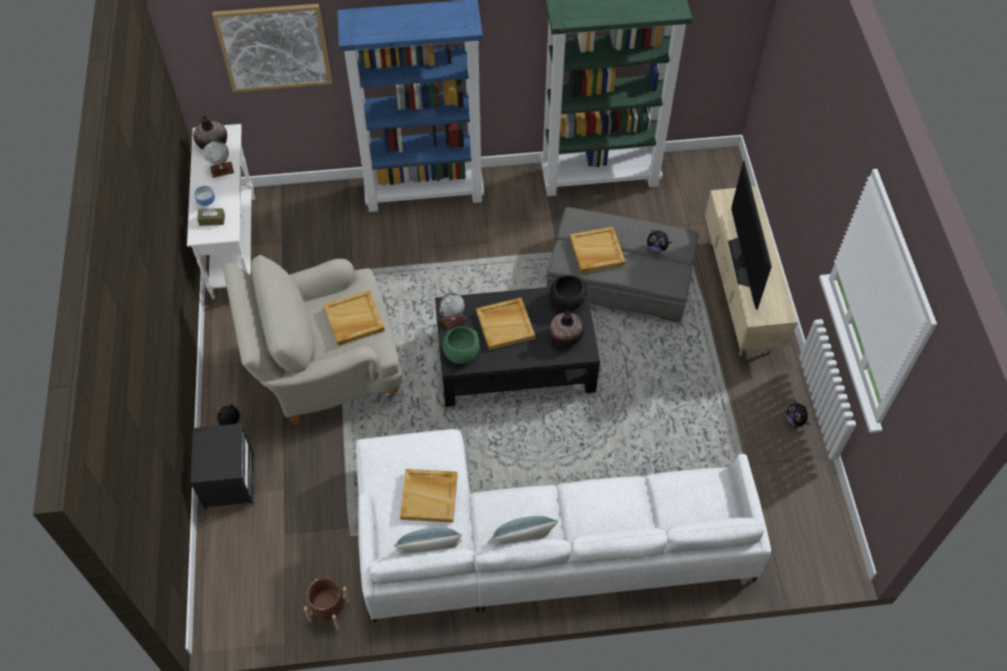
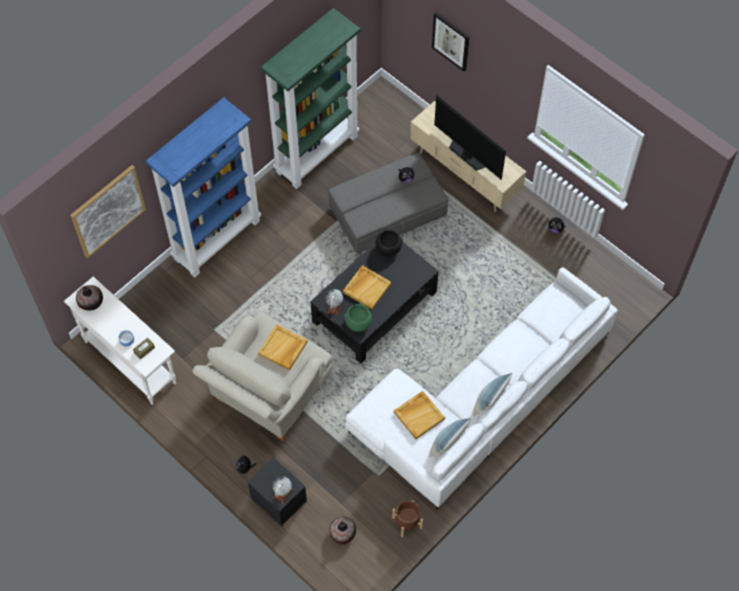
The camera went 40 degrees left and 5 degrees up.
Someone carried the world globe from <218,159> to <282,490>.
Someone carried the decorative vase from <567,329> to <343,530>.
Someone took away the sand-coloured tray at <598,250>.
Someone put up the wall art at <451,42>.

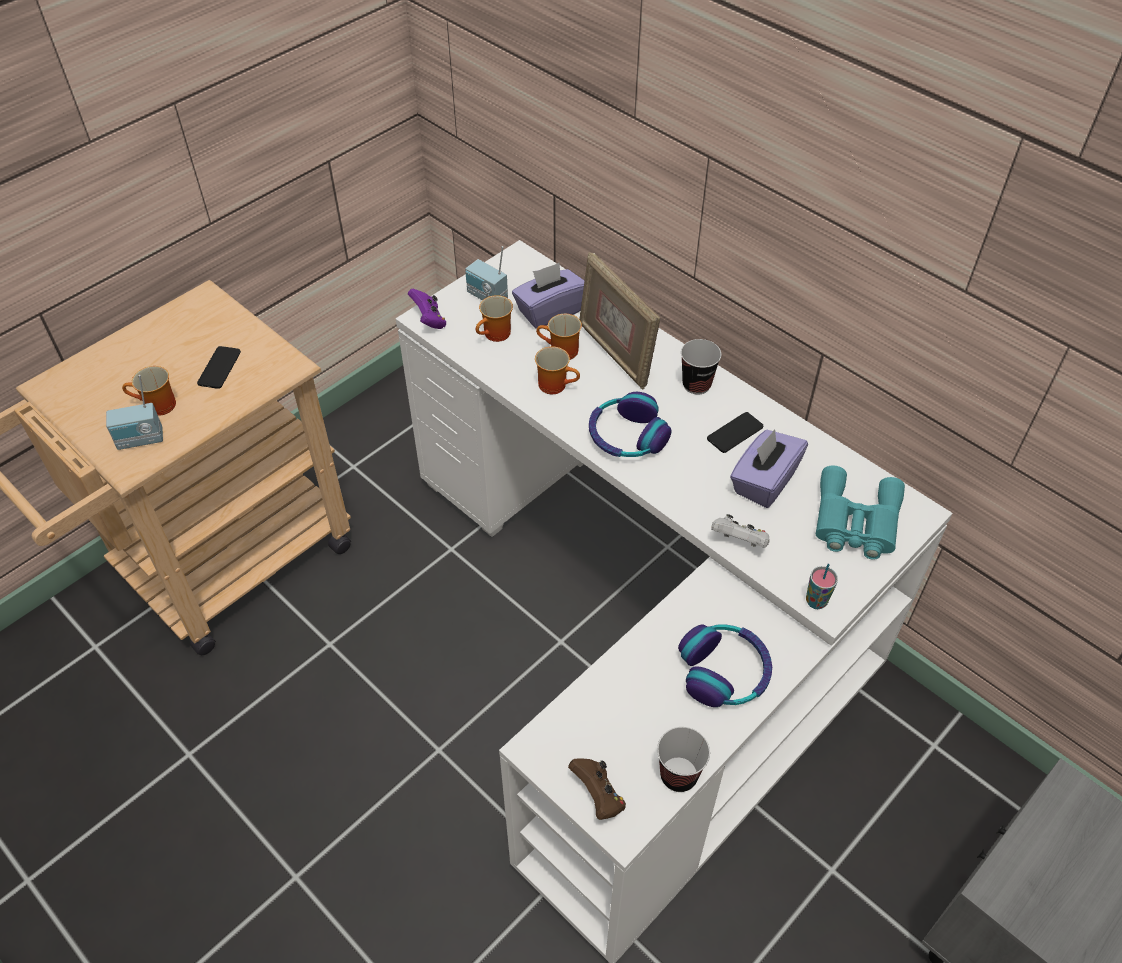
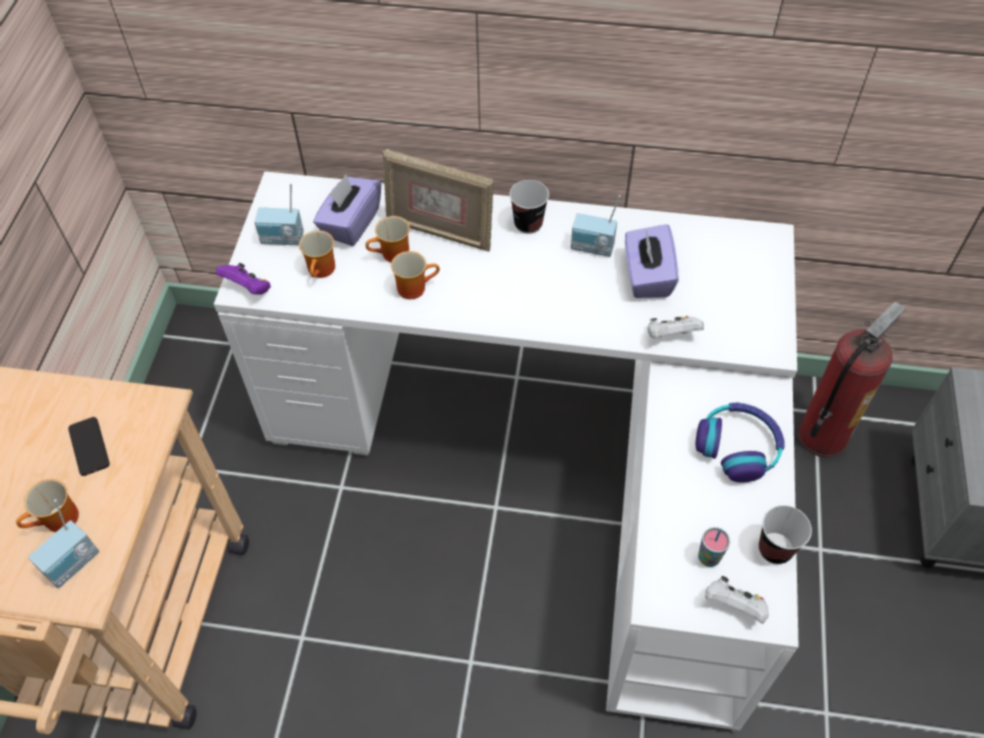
The camera went 35 degrees left and 5 degrees up.
Someone repainted the brown gamepad at <597,789>, which became the white-coloured gamepad at <737,599>.
Someone took away the headphones at <630,424>.
Someone swapped the phone at <735,432> for the radio set at <596,226>.
Someone carried the small cup from <822,586> to <714,547>.
Someone took away the blue-green pair of binoculars at <860,512>.
Someone put down the fire-fighting cylinder at <851,379>.

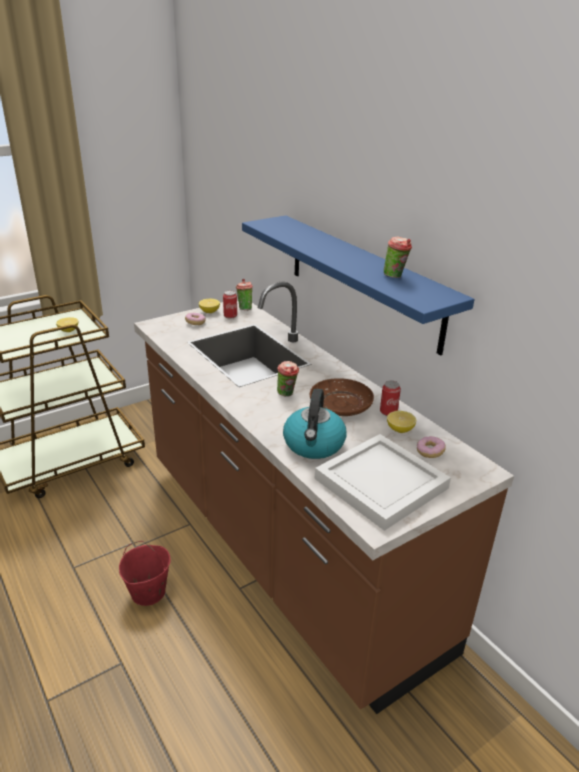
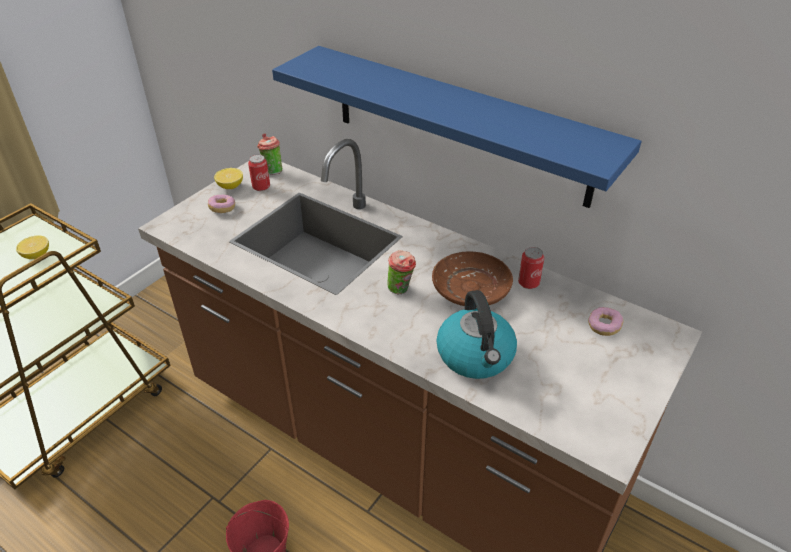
The camera went 20 degrees left and 10 degrees up.
Someone took away the white-coloured tray at <383,482>.
Someone took away the small cup at <398,257>.
Someone took away the lemon at <401,422>.

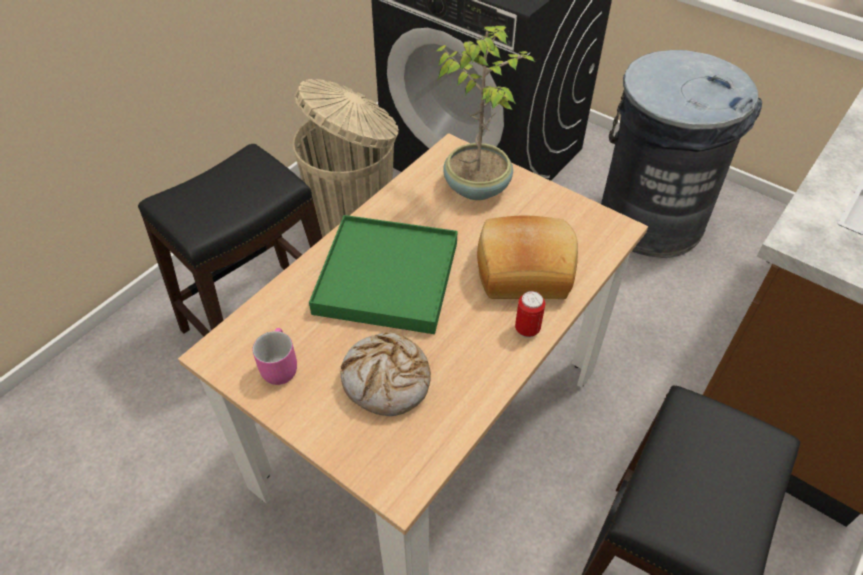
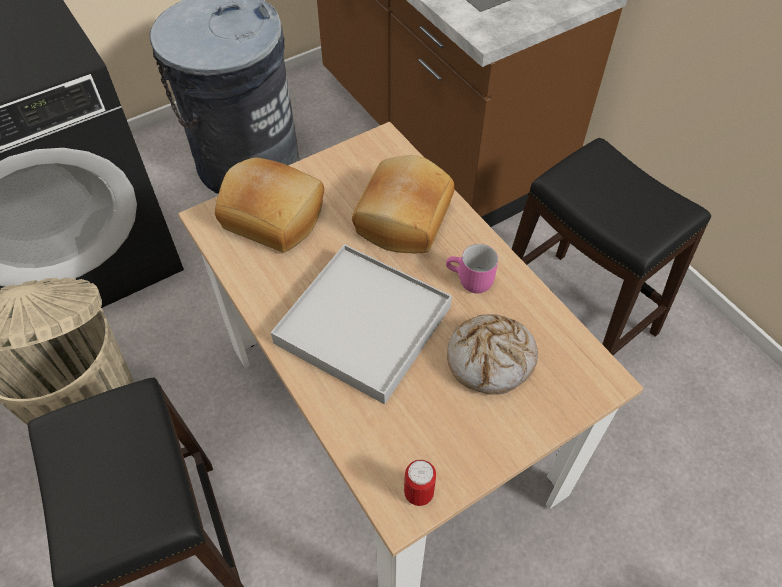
The camera went 70 degrees left and 5 degrees up.
Someone carried the pink-coloured coffee mug from <275,356> to <472,268>.
Someone repainted the green-coloured tray at <383,274>, which became the white-coloured tray at <361,324>.
Someone swapped the houseplant at <486,113> for the bread at <269,205>.
Someone carried the metal can from <530,314> to <420,483>.

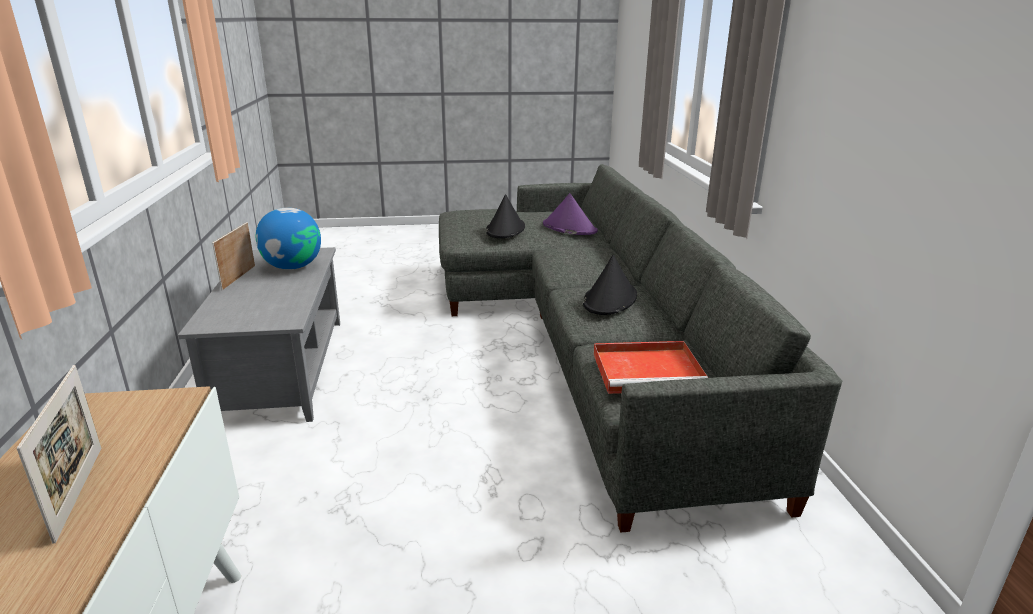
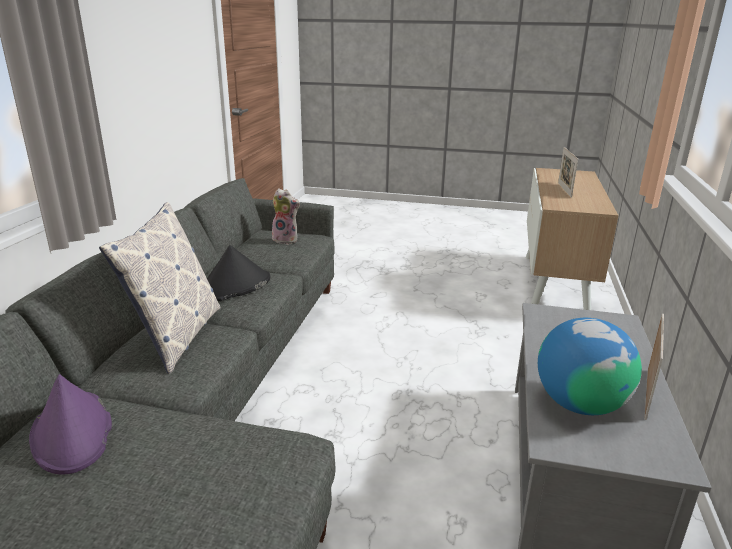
The camera went 160 degrees left and 0 degrees up.
Someone took away the black-coloured hat at <505,216>.
Someone swapped the red-coloured tray at <651,367> for the soft toy at <286,216>.
Someone put down the throw pillow at <160,288>.

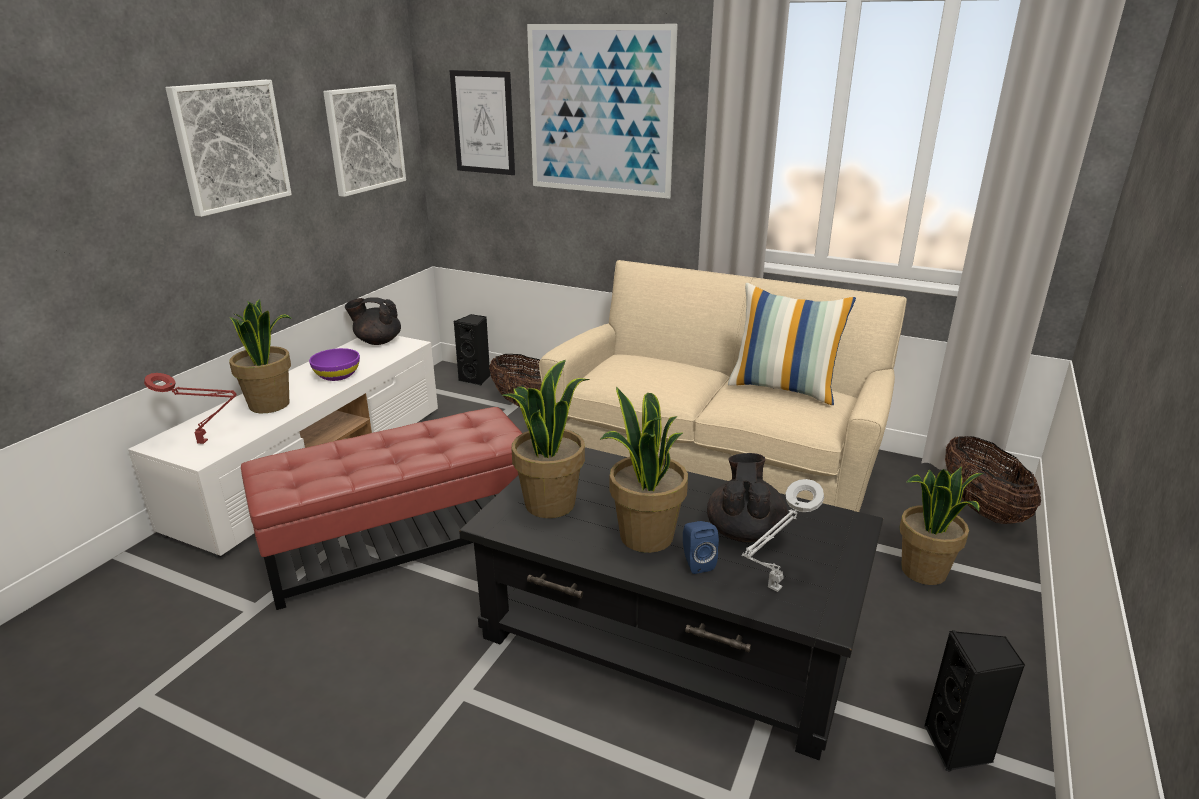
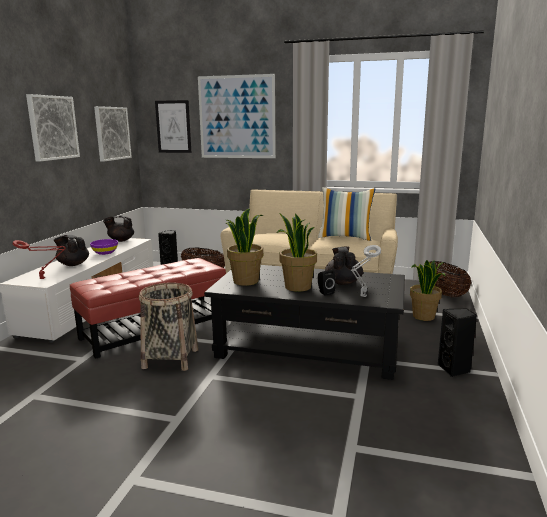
The camera went 10 degrees left and 10 degrees down.
Someone swapped the houseplant at <260,356> for the black-coloured tea pot at <71,250>.
Someone repainted the bluish speaker at <701,547>, which became the black-coloured speaker at <327,283>.
Someone put down the household basket at <168,326>.

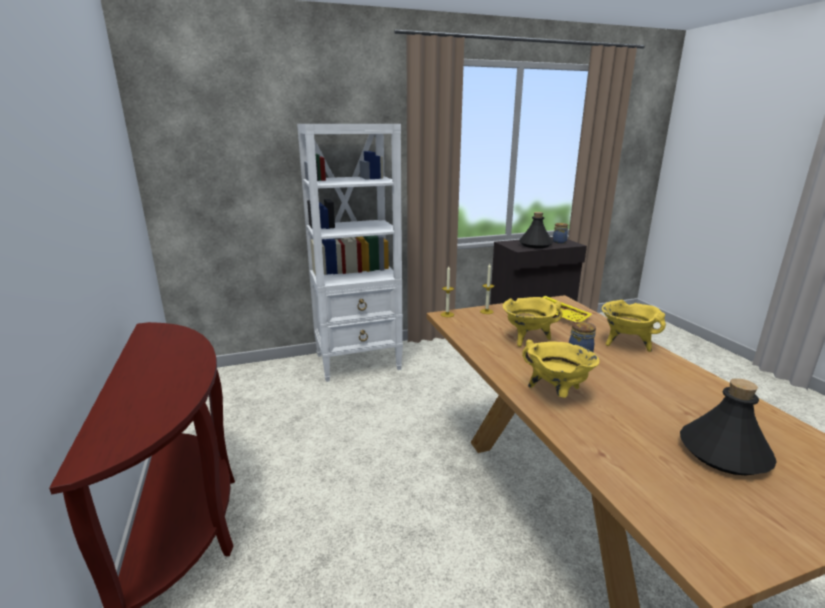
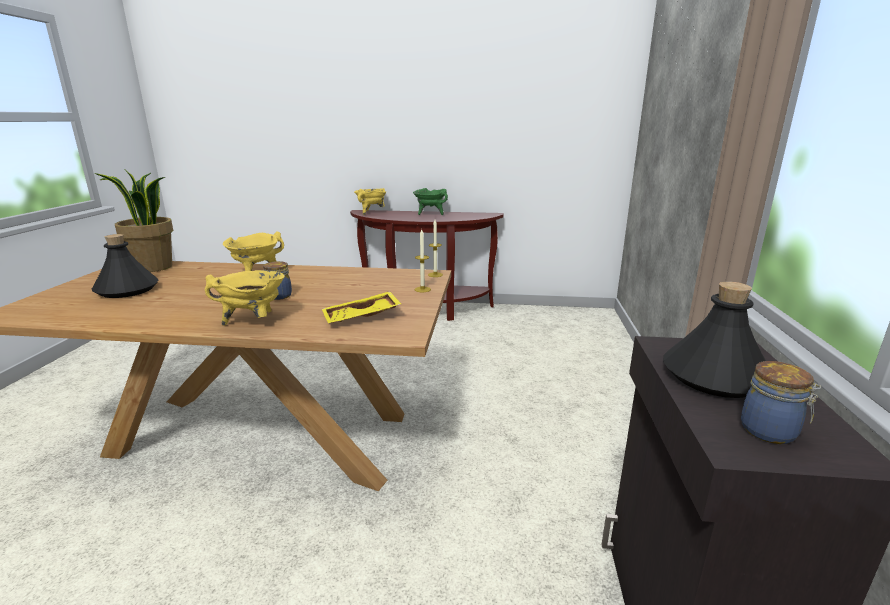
The camera went 115 degrees right and 0 degrees up.
Someone took away the white-coloured bookshelf at <350,253>.
Someone carried the yellow cooking pot from <533,322> to <370,201>.
Someone put down the houseplant at <133,220>.
Someone put down the green-coloured cooking pot at <430,201>.

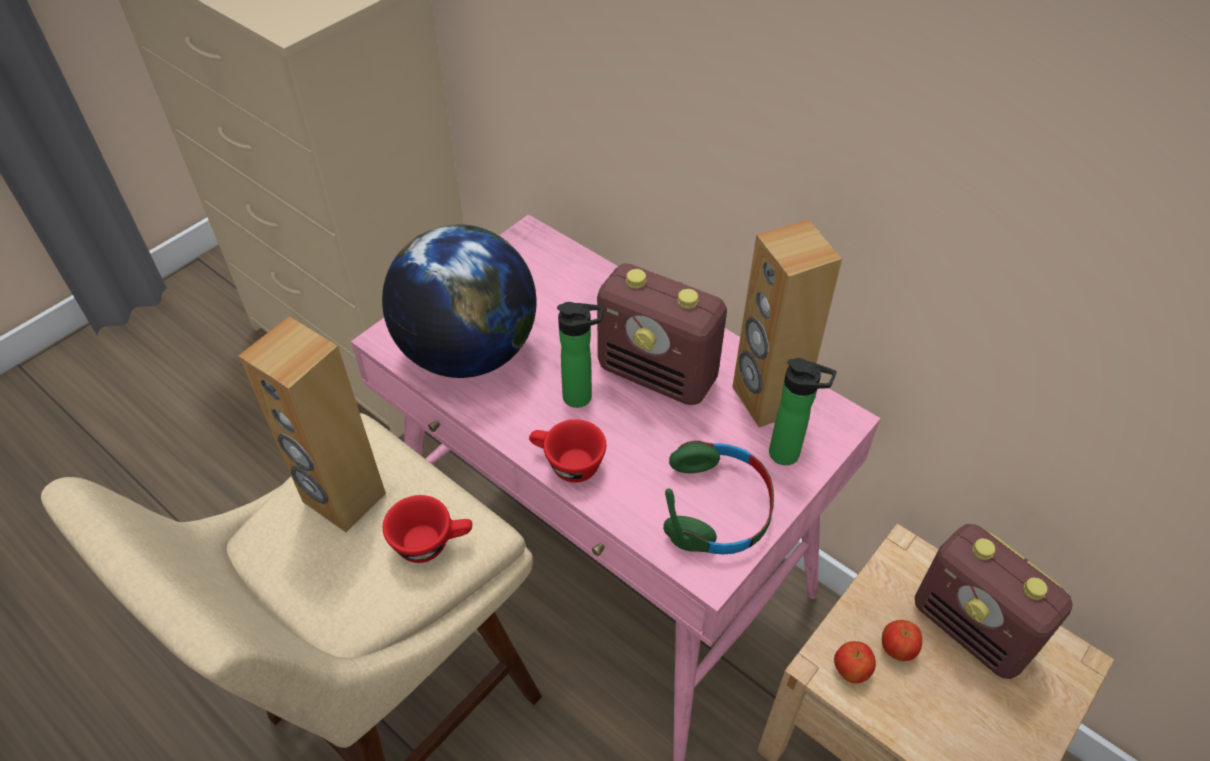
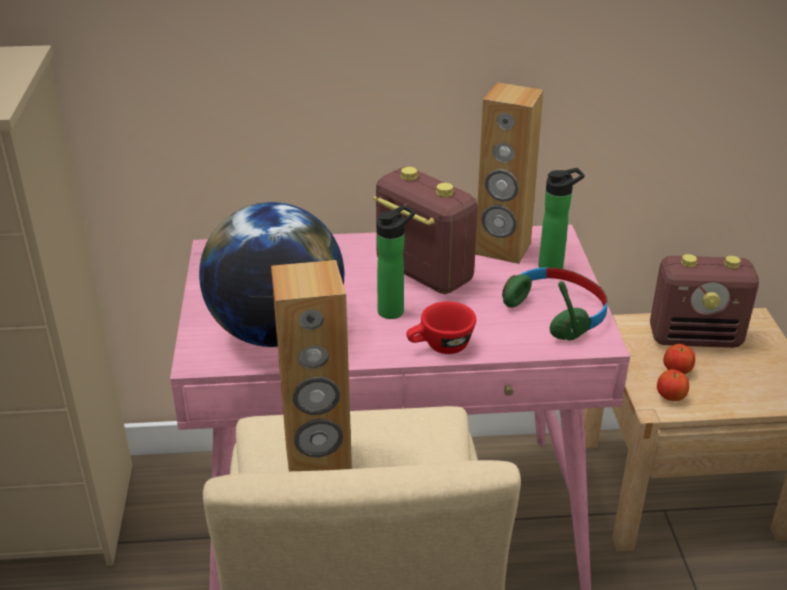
The camera went 45 degrees left and 15 degrees down.
Someone took away the red-coloured small cup at <427,529>.
Someone rotated the radio set at <662,334> by 120 degrees counterclockwise.

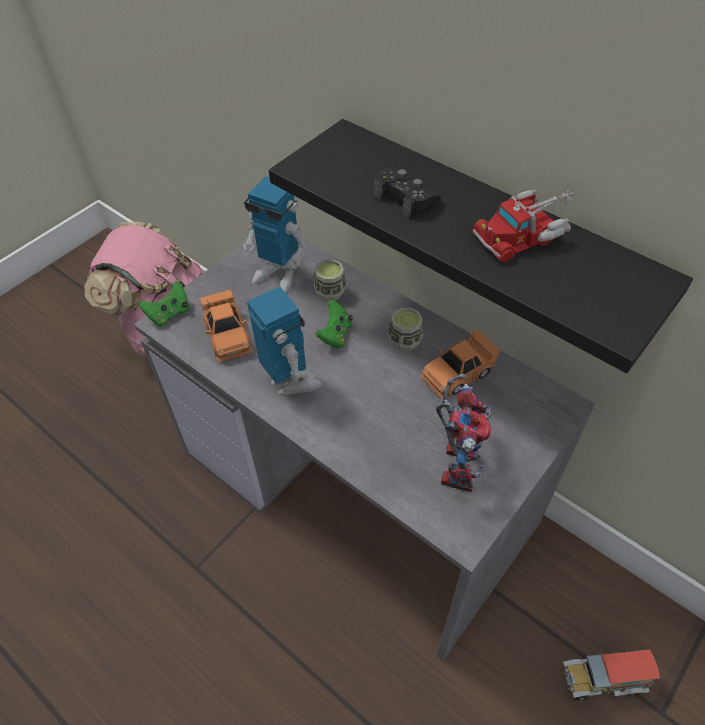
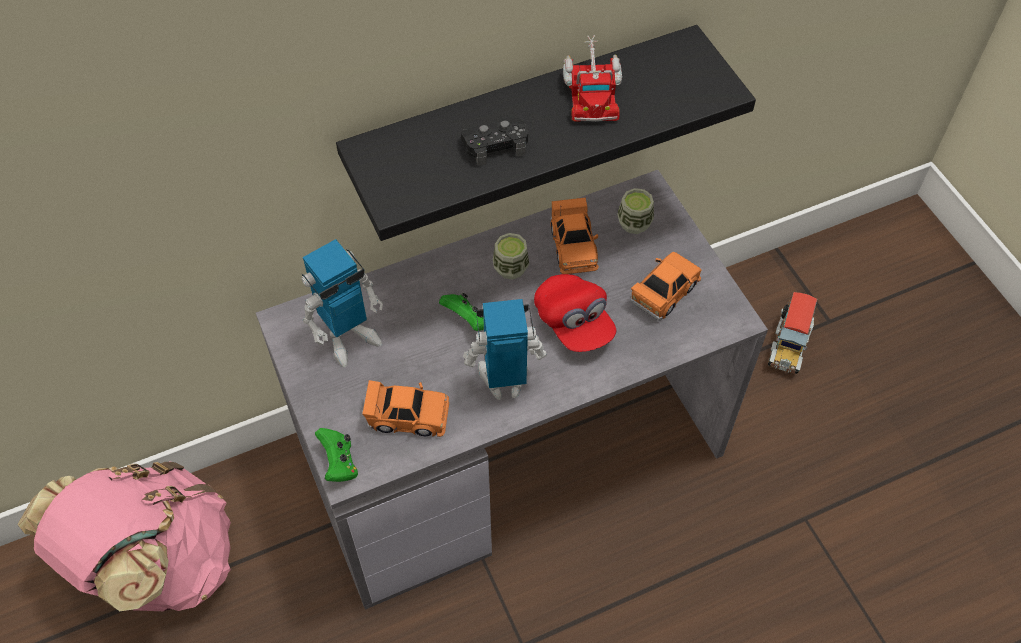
The camera went 65 degrees left and 5 degrees up.
Someone carried the small cup from <330,280> to <635,211>.
Someone swapped the model robot at <464,433> for the orange model car at <666,286>.
Someone put down the red-coloured cap at <575,313>.

